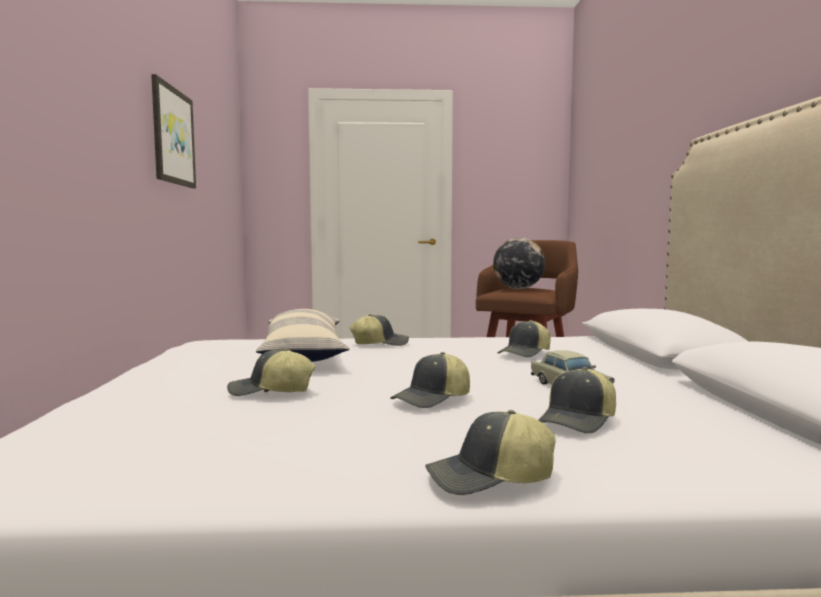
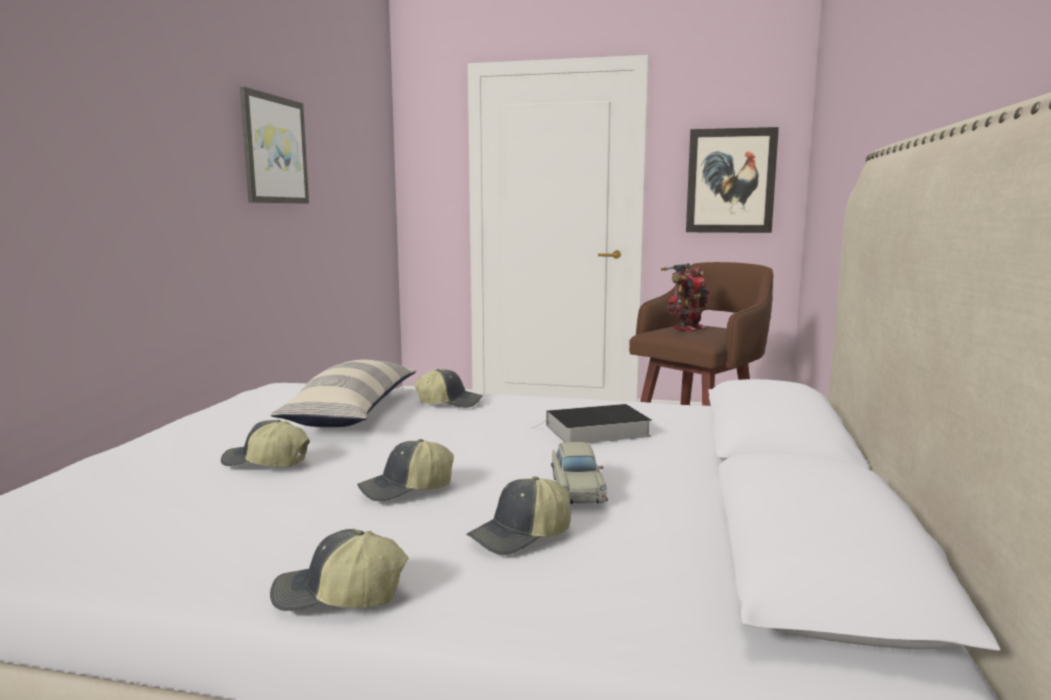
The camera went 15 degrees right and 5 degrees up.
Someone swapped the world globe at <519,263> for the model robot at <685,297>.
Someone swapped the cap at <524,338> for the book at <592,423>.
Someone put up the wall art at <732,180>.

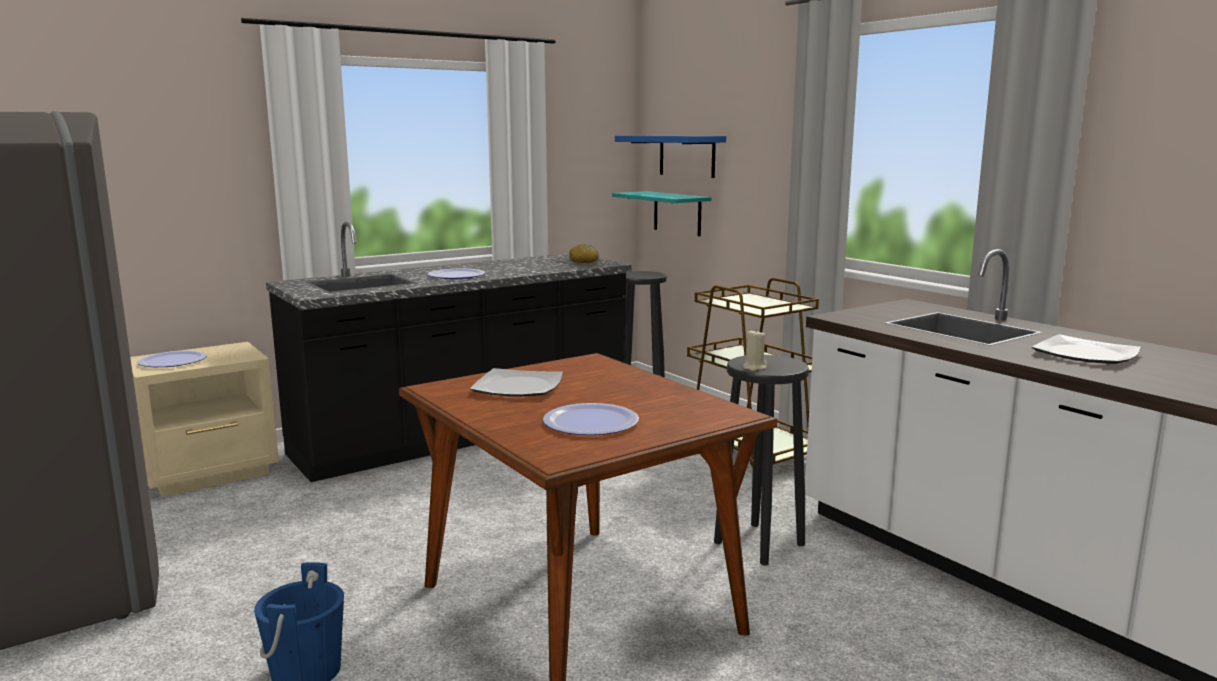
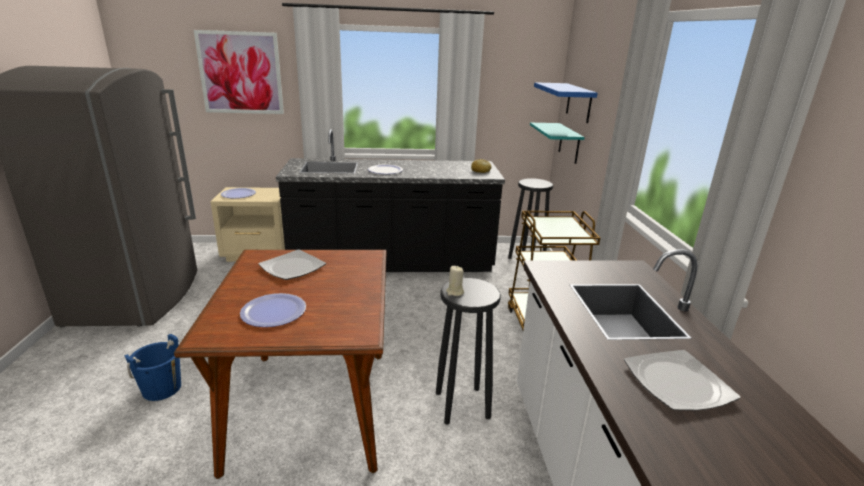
The camera went 30 degrees right and 10 degrees up.
Someone put up the wall art at <239,72>.

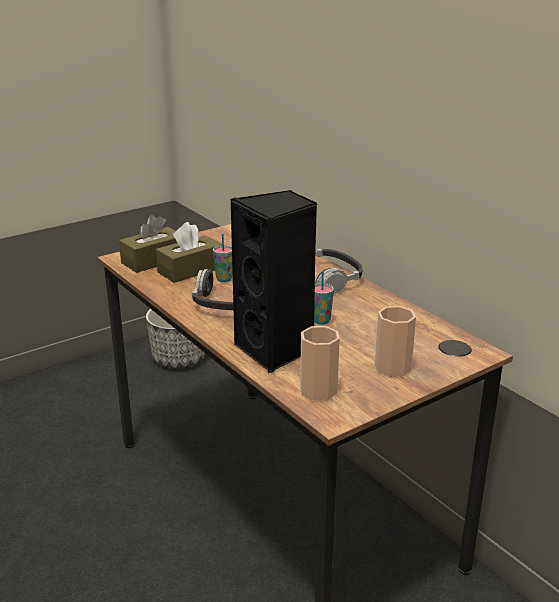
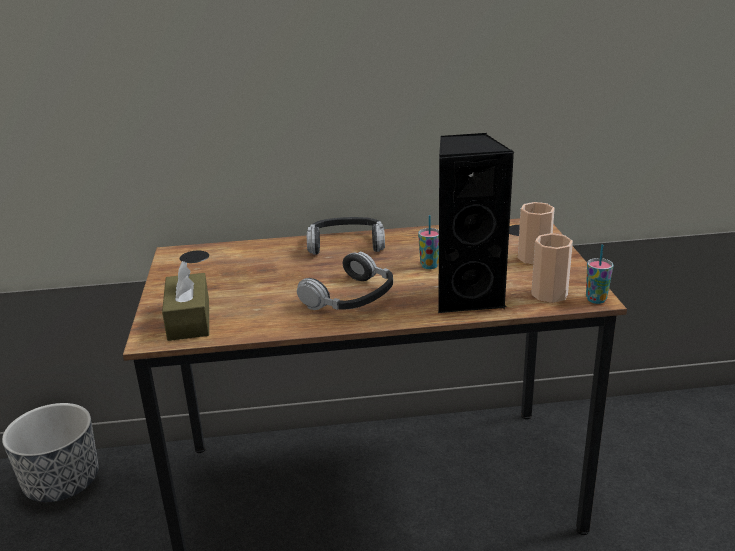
The camera went 60 degrees left and 0 degrees up.
Someone took away the brown box of tissues at <189,252>.
Someone carried the small cup from <223,257> to <599,274>.

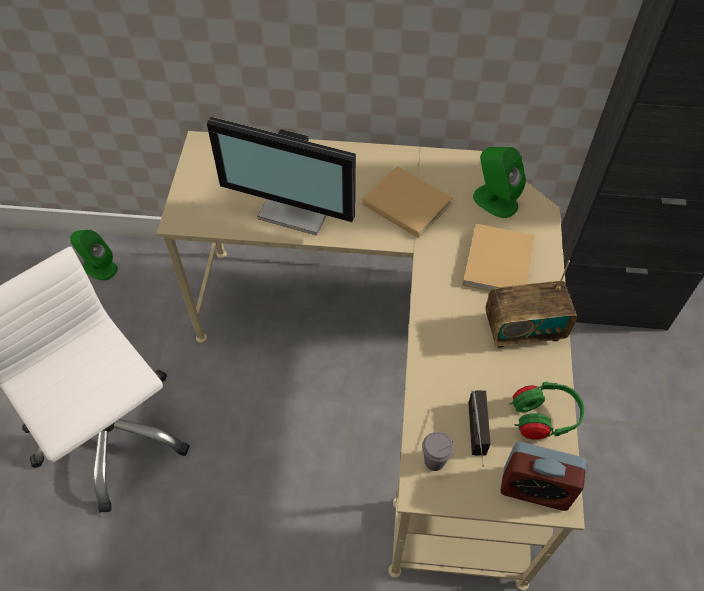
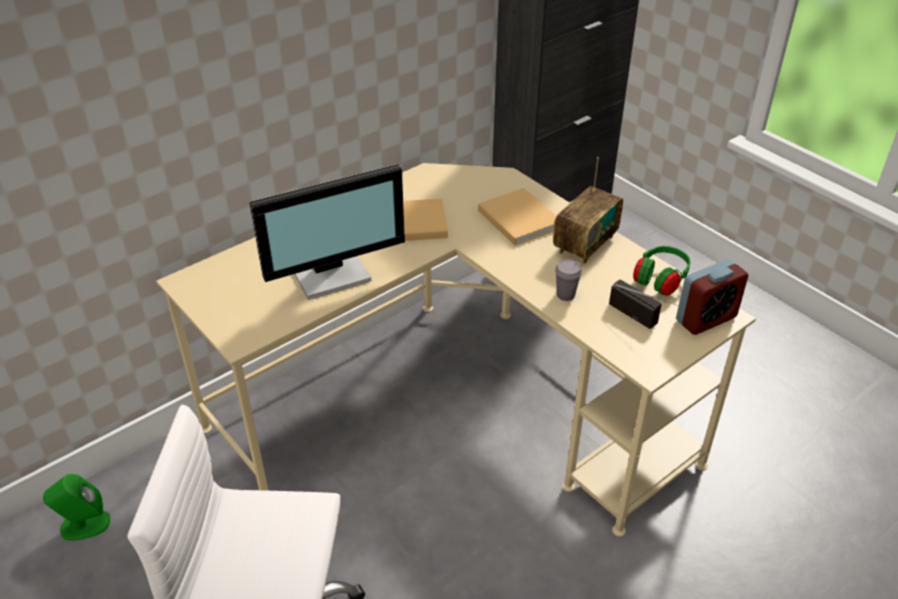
The camera went 45 degrees left and 15 degrees down.
Someone carried the greyish small cup from <438,451> to <568,280>.
Someone took away the green-coloured speaker at <499,182>.

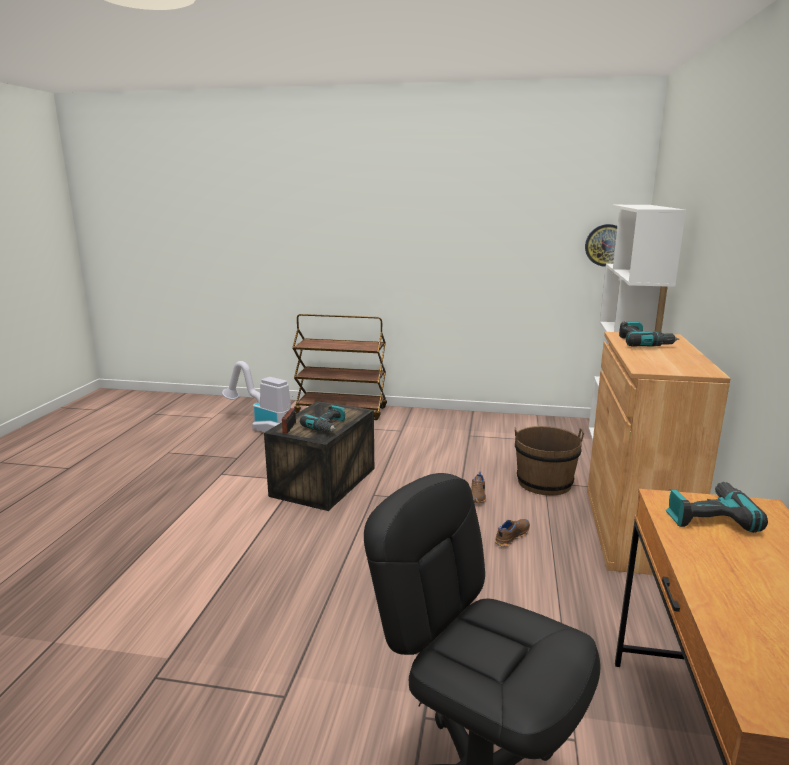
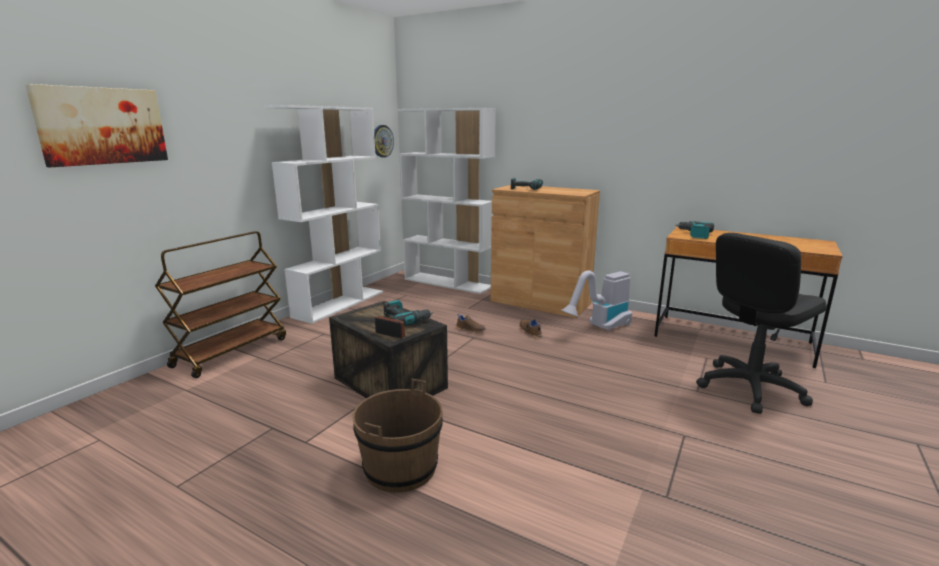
The camera went 70 degrees left and 0 degrees up.
Someone carried the vacuum cleaner from <256,396> to <596,300>.
Someone carried the brown pail from <549,460> to <397,436>.
Someone put up the wall art at <96,125>.
Someone put down the white-coloured bookshelf at <324,214>.

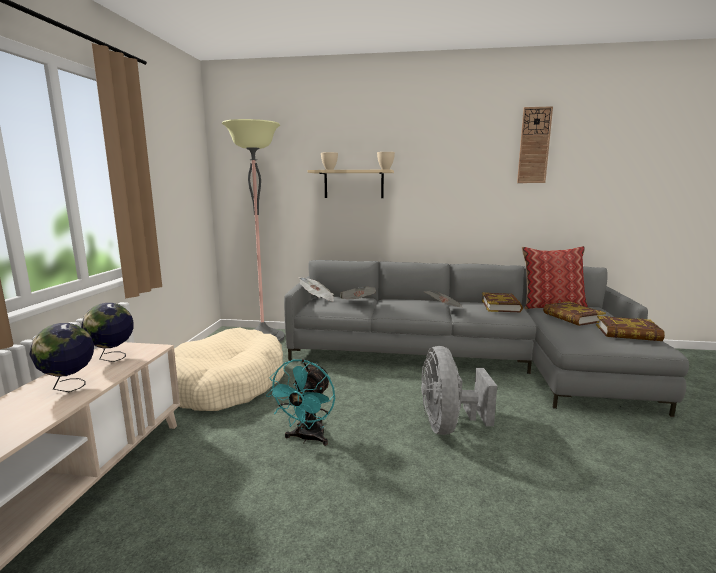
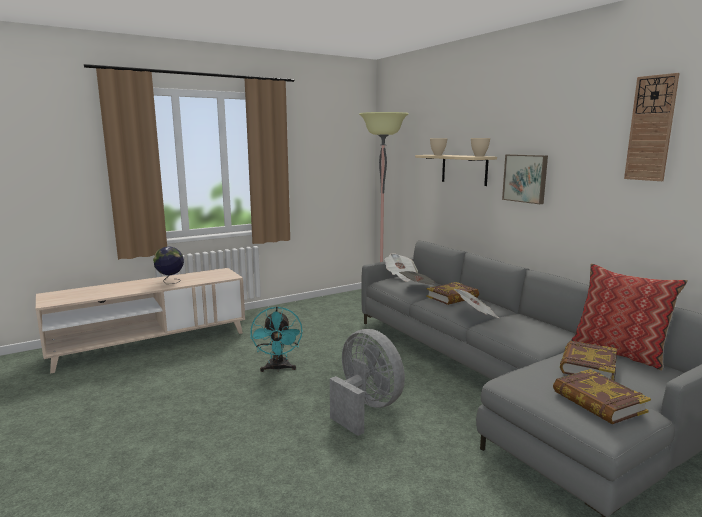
The camera went 50 degrees right and 0 degrees up.
Someone took away the world globe at <107,332>.
Someone took away the sand-coloured dog bed at <229,369>.
Someone rotated the blue-green electric fan at <300,402> by 75 degrees counterclockwise.
Someone rotated the greyish electric fan at <459,390> by 90 degrees clockwise.
Someone carried the book from <502,302> to <452,293>.
Someone put up the wall art at <525,179>.

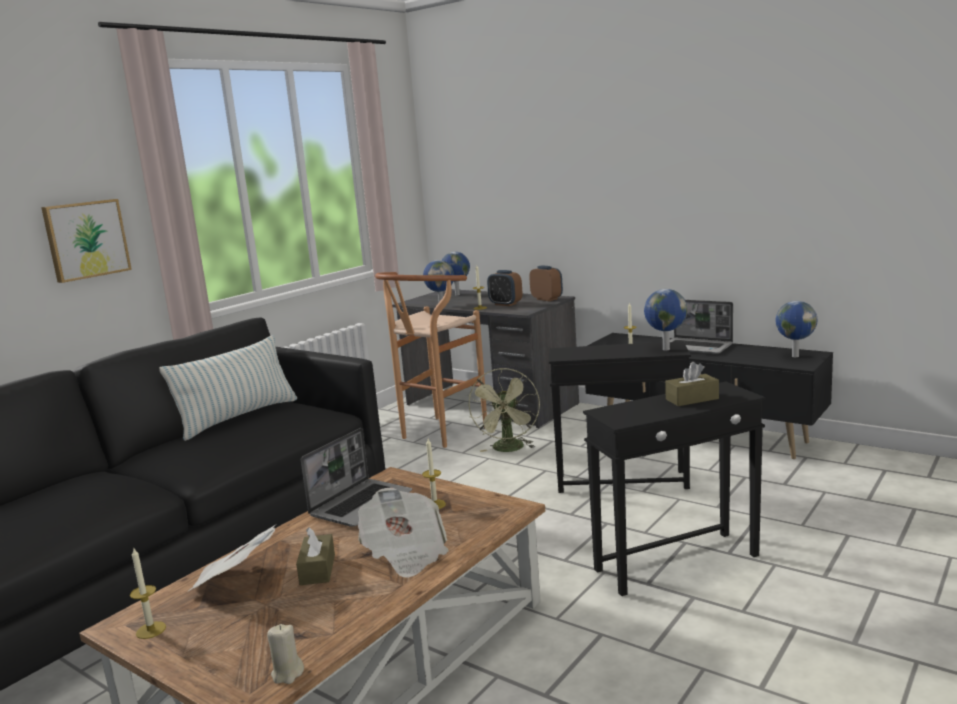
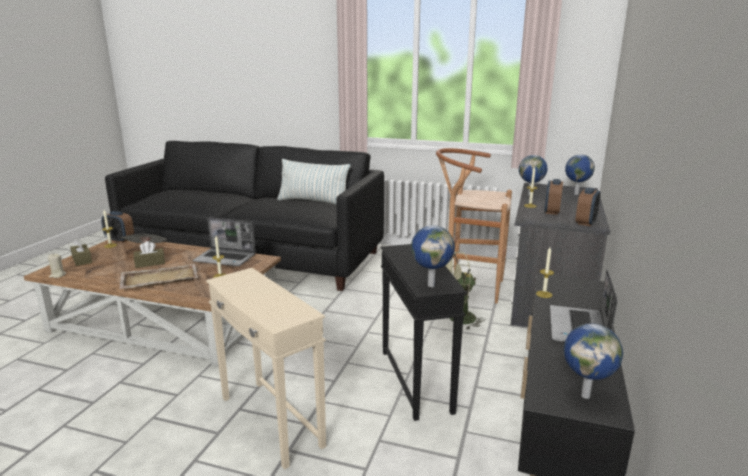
The camera went 70 degrees right and 5 degrees up.
Someone took away the wall art at <86,241>.
Someone swapped the daily paper at <403,533> for the sand-coloured tray at <159,276>.
Someone repainted the black-coloured side table at <674,489>, which became the sand-coloured side table at <266,368>.
Someone carried the brown box of tissues from <692,384> to <81,252>.
Someone put down the table clock at <117,227>.

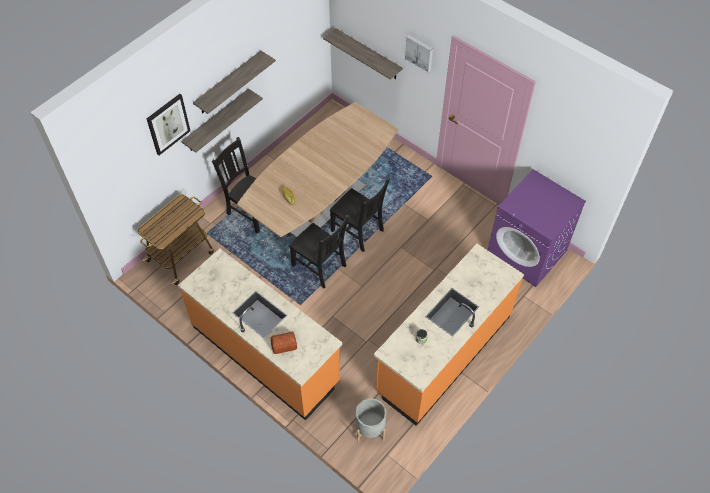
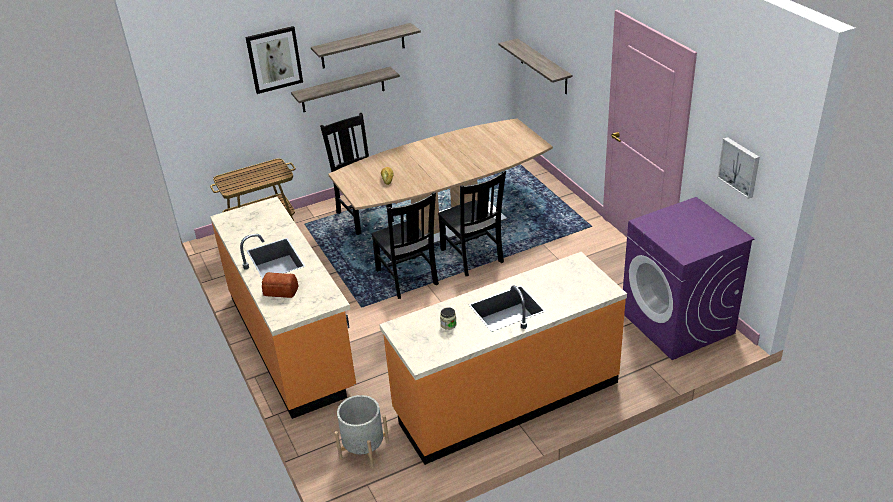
The camera went 25 degrees right and 20 degrees down.
Someone carried the wall art from <418,54> to <738,168>.

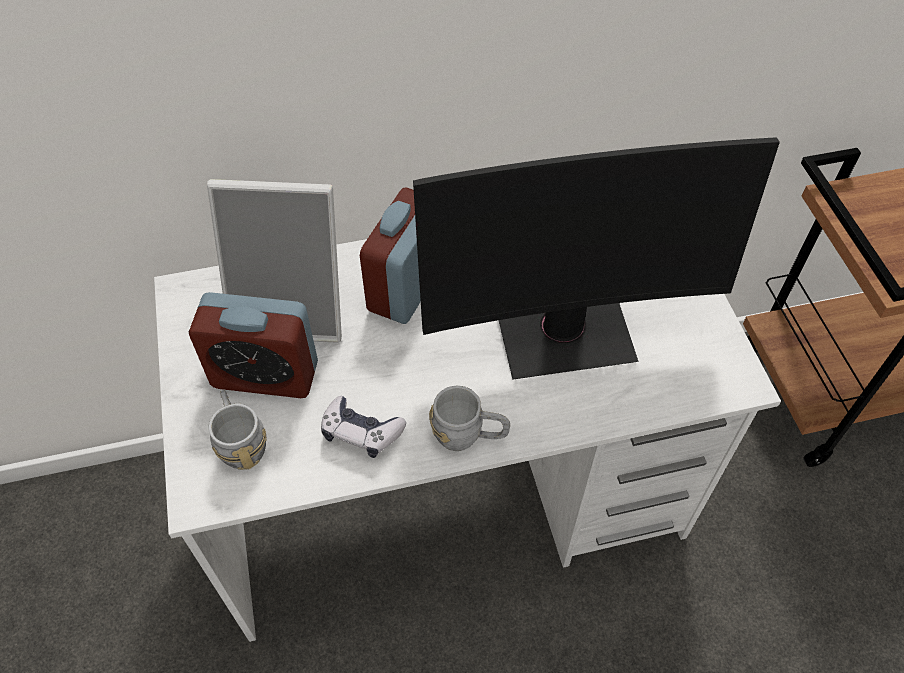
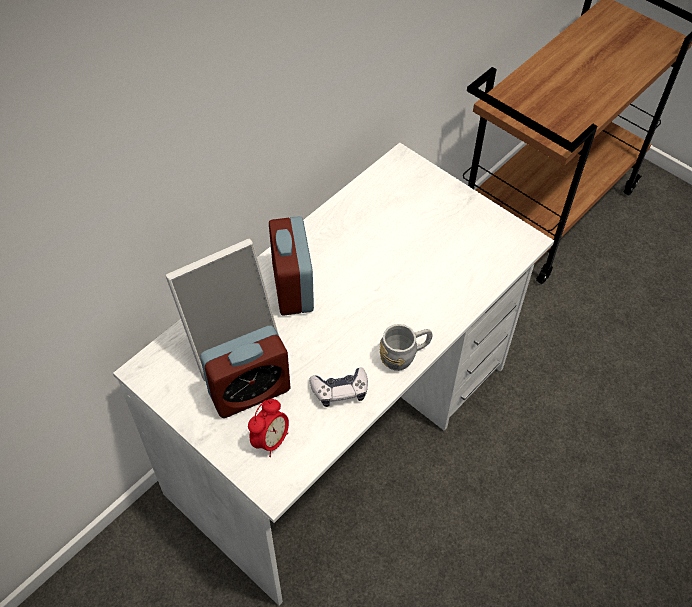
The camera went 35 degrees left and 0 degrees up.
Someone swapped the greyish coffee mug at <237,430> for the table clock at <268,428>.
Someone took away the computer display at <596,258>.

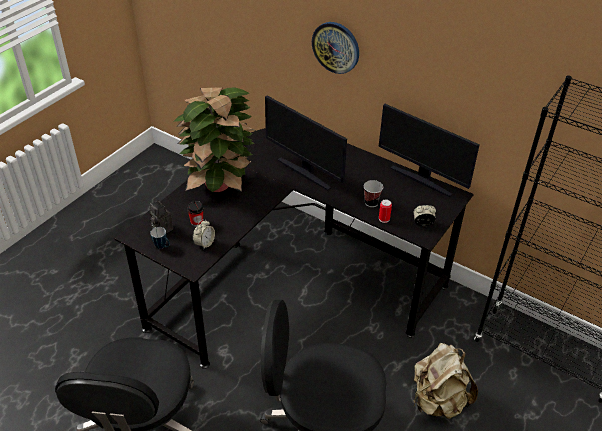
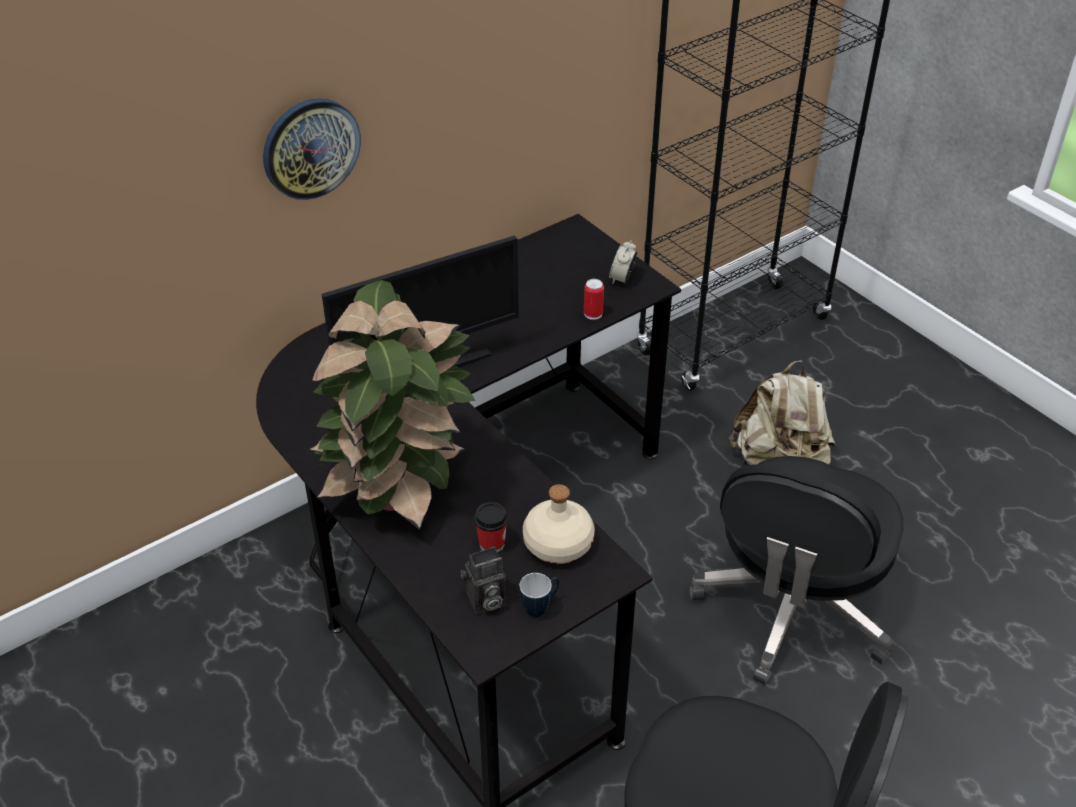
The camera went 70 degrees left and 0 degrees up.
Someone swapped the table clock at <204,234> for the sand-coloured beverage bottle at <559,524>.
Someone took away the small cup at <373,193>.
Someone took away the computer display at <429,150>.

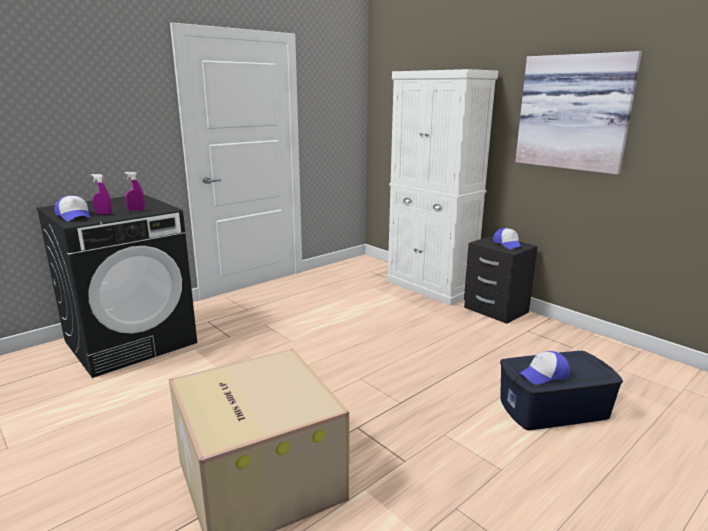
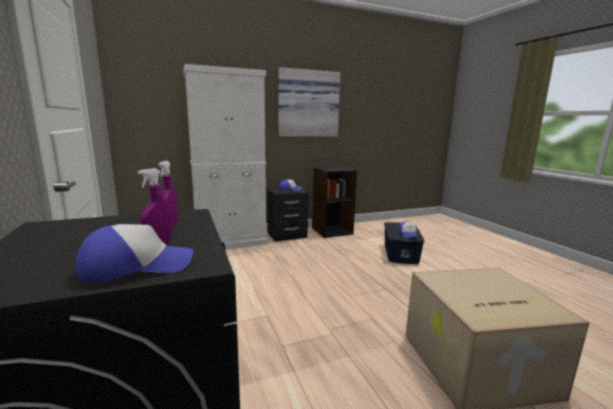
The camera went 70 degrees left and 5 degrees down.
Someone put down the black-coloured bookshelf at <334,202>.

